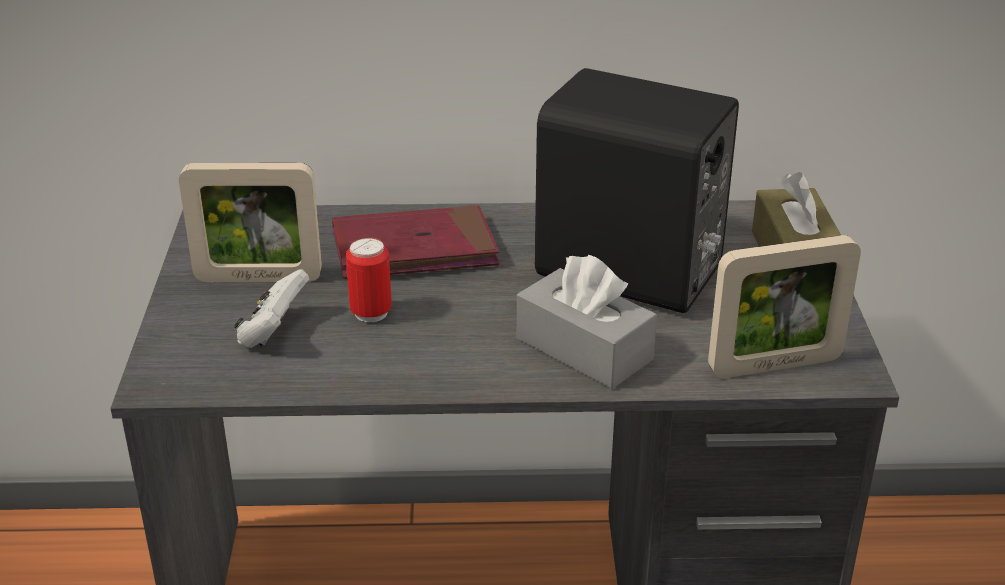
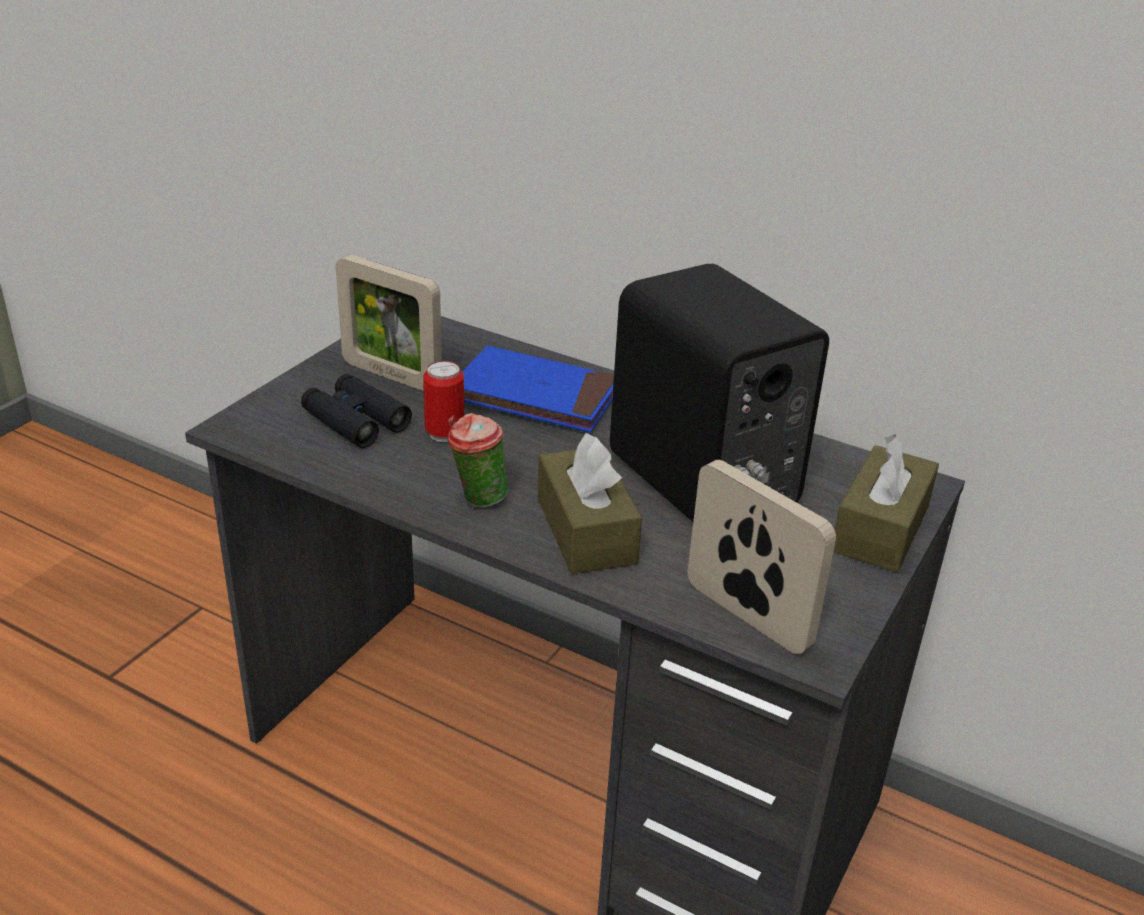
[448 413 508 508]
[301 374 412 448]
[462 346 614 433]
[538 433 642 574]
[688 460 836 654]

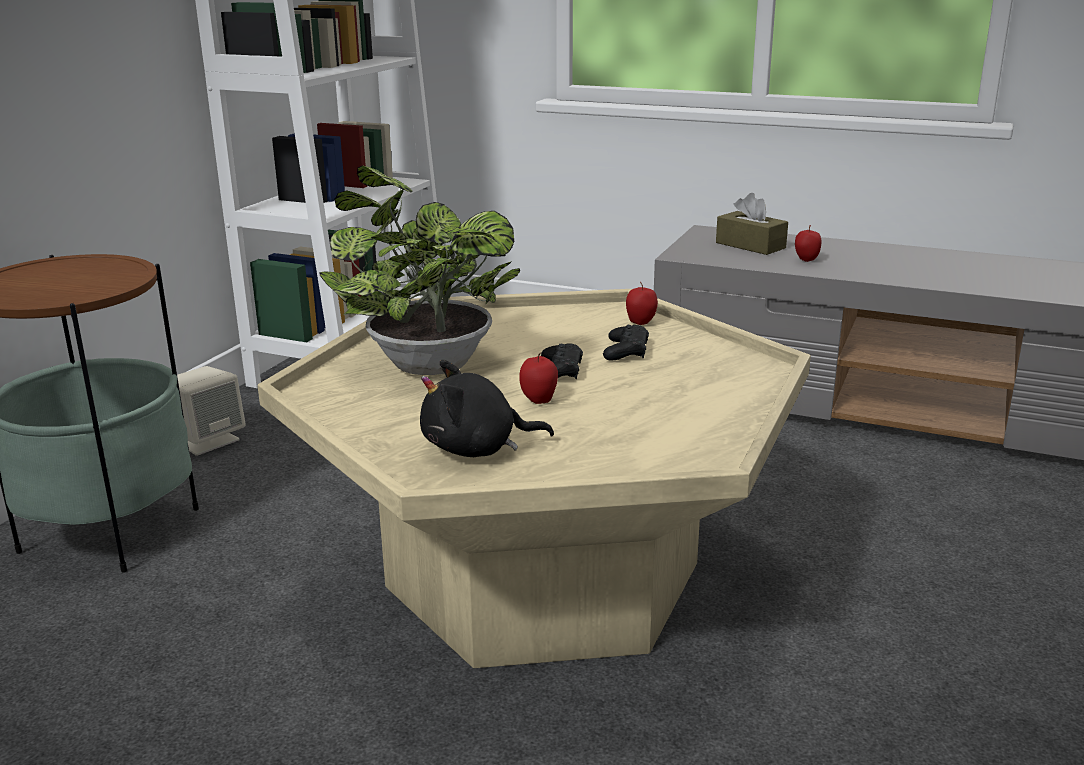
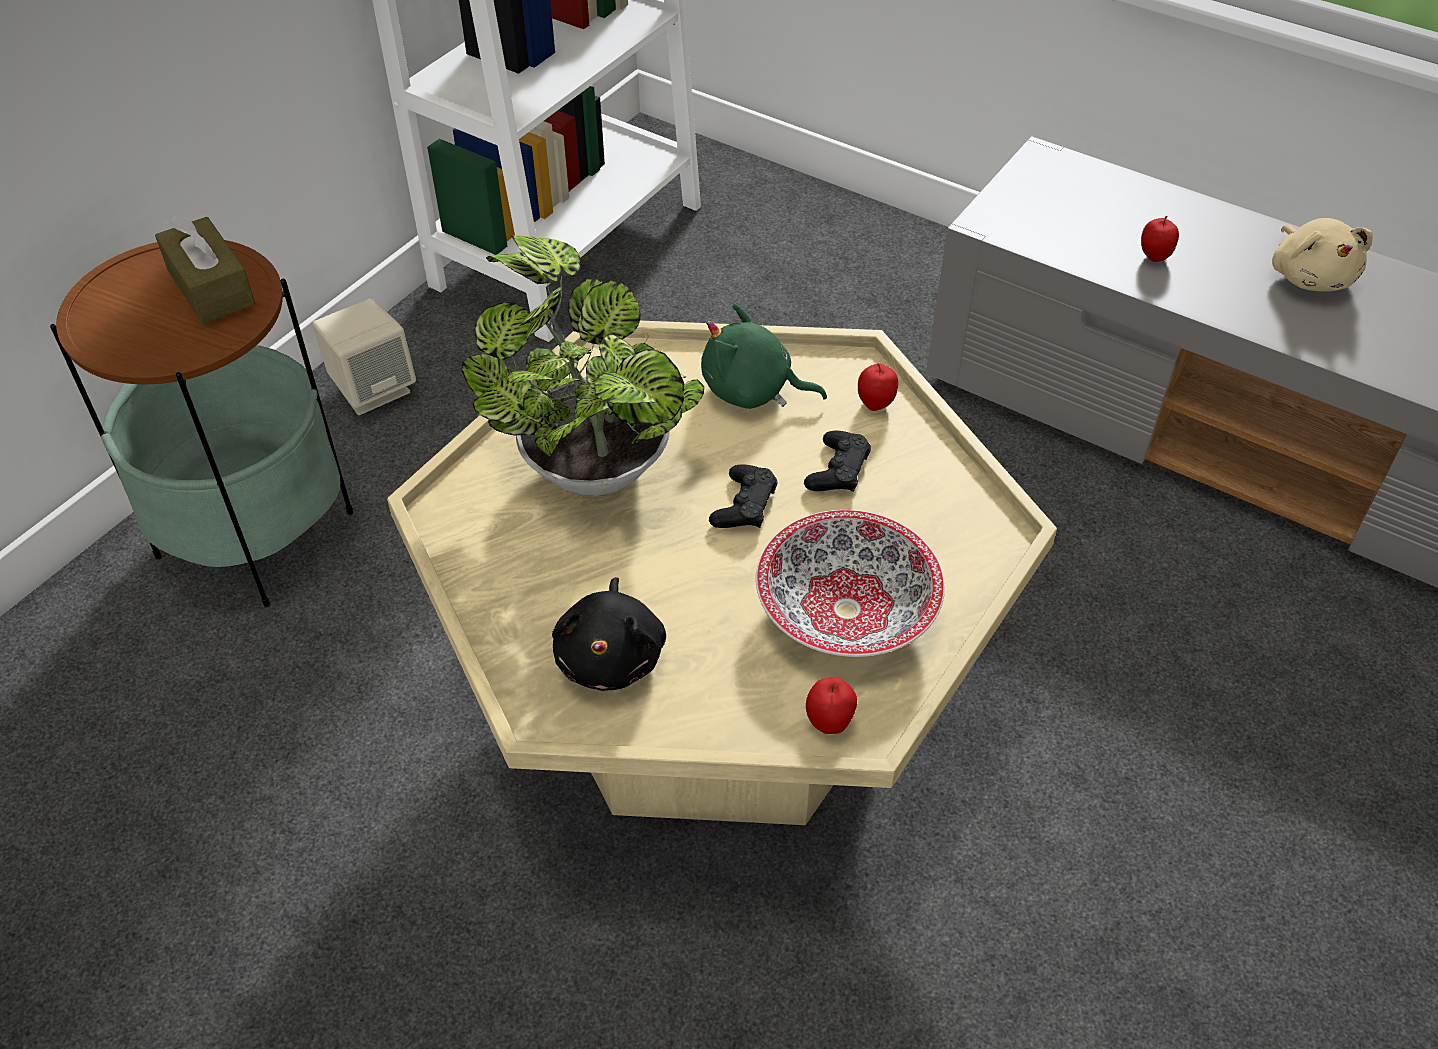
[701 304 827 409]
[756 510 945 657]
[1272 218 1373 292]
[806 678 857 734]
[155 215 255 324]
[552 577 666 691]

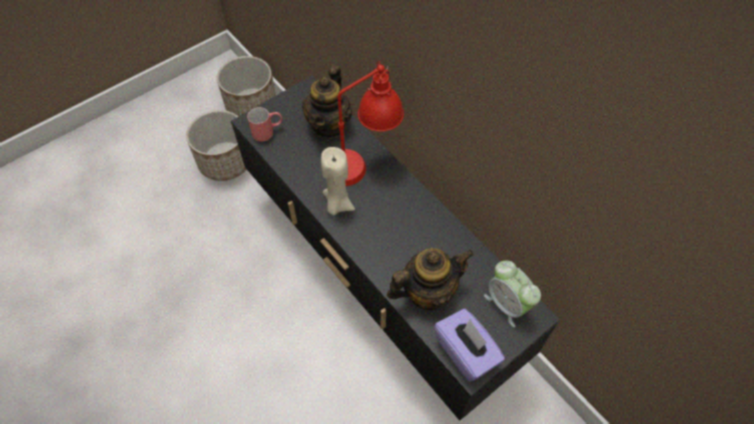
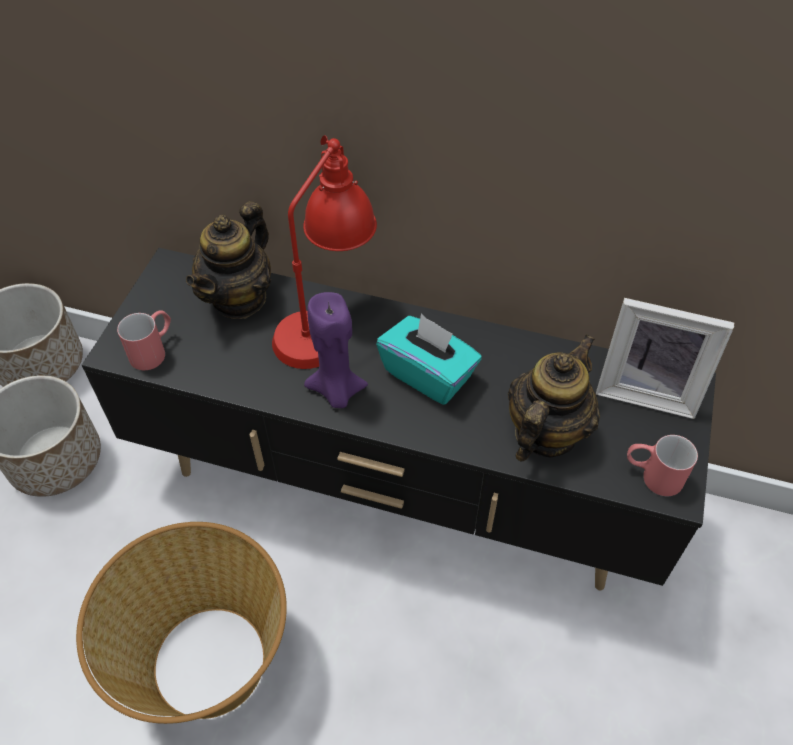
[76 522 287 724]
[376 313 482 405]
[627 435 698 496]
[596 298 734 419]
[304 292 368 408]
[186 201 271 319]

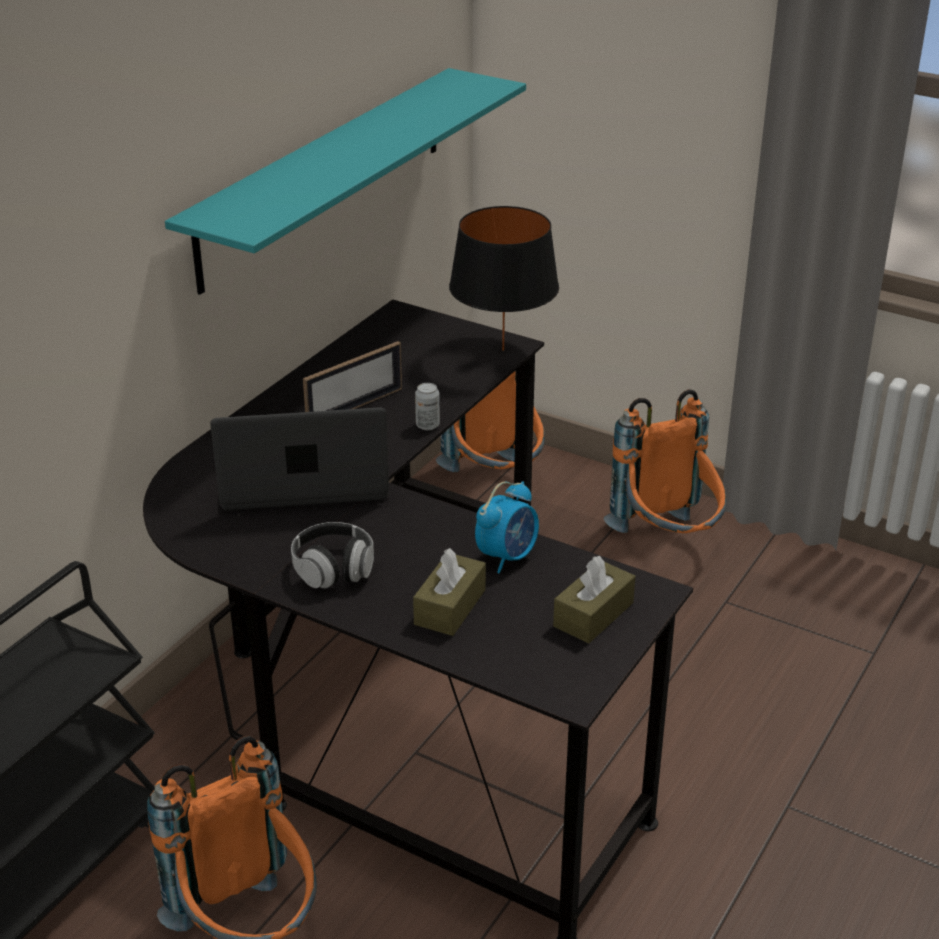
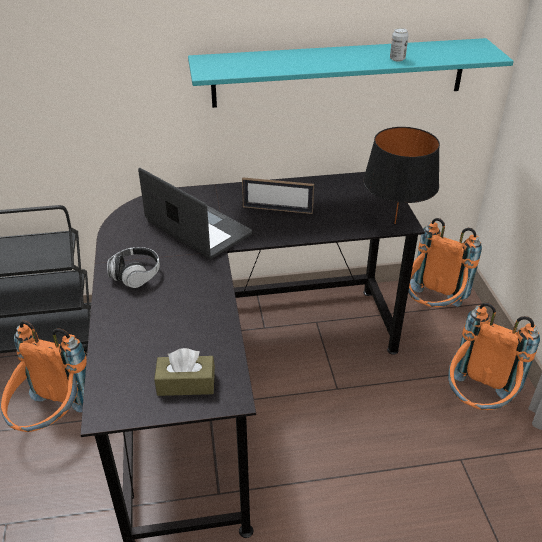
[413 548 486 636] (first image)
[475 481 539 574] (first image)
[390 28 408 61]

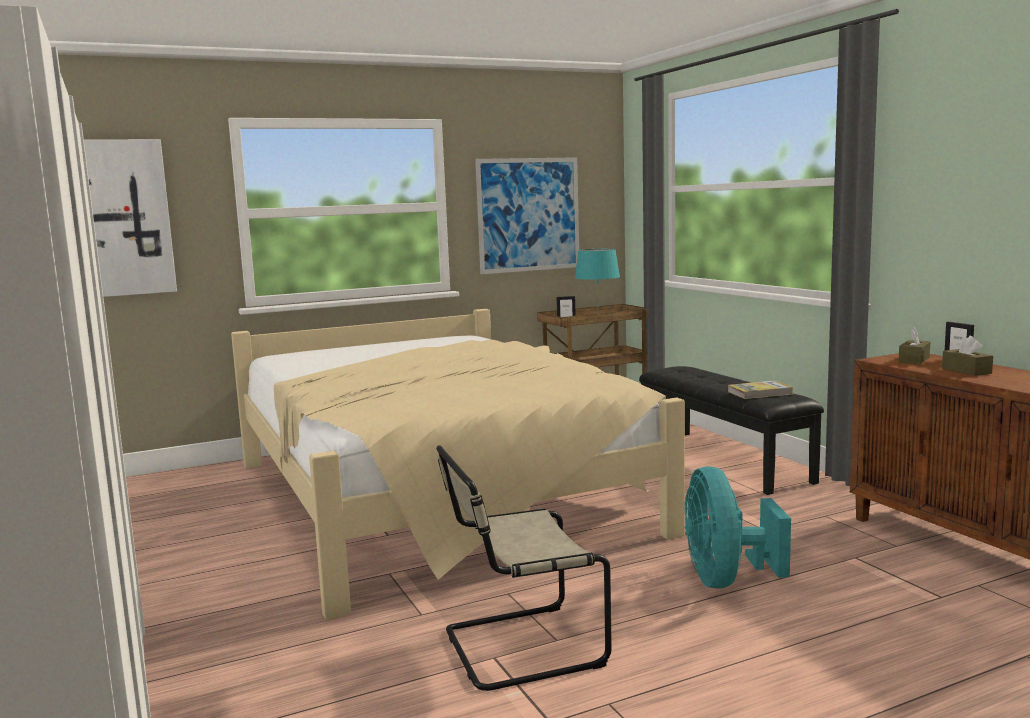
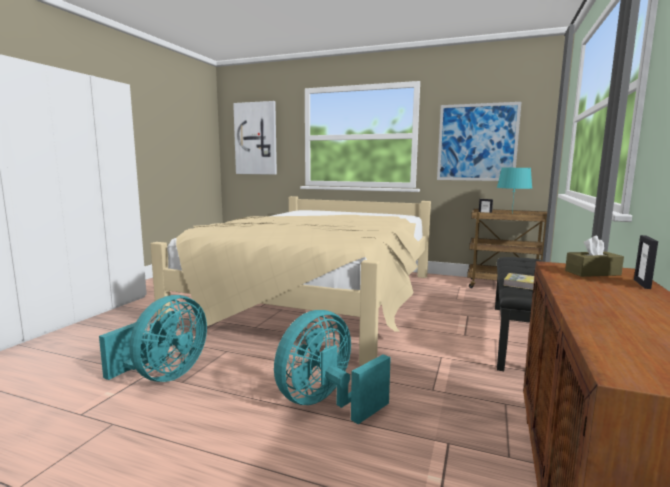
[942 336 993 376] (first image)
[99 295 207 382]

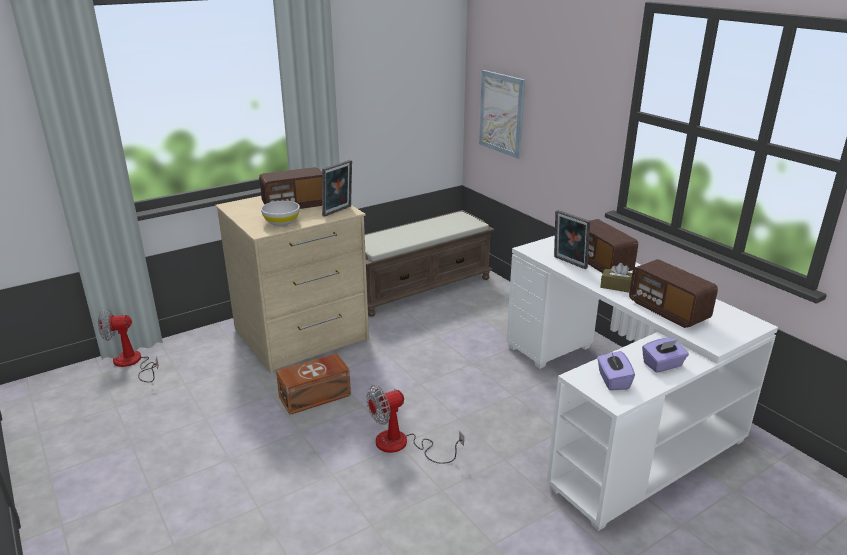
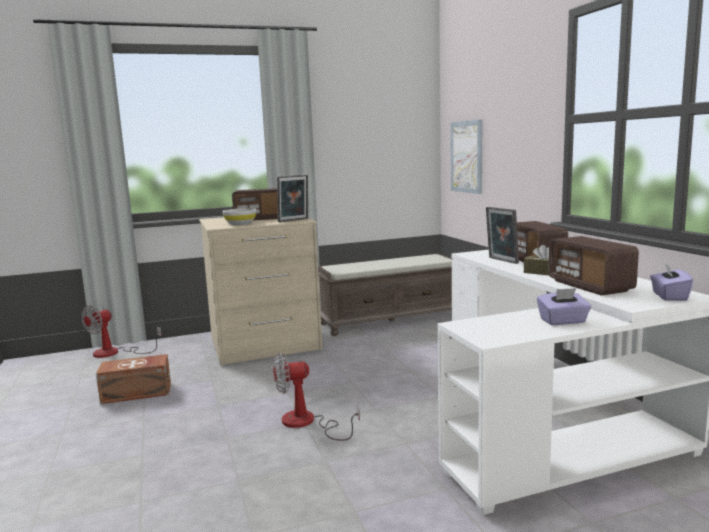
[96 354 171 404]
[650 263 693 301]
[81 305 162 358]

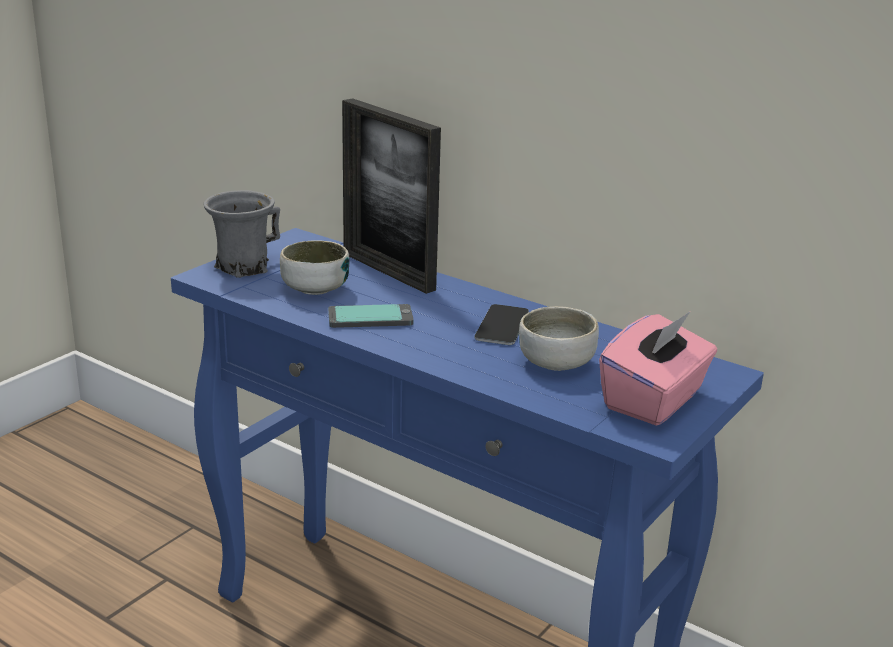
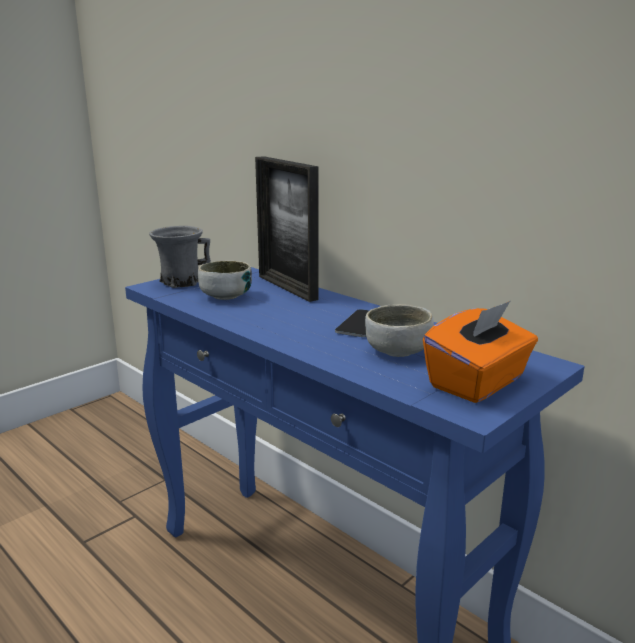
[328 304 414 328] (first image)
[423 301 538 403]

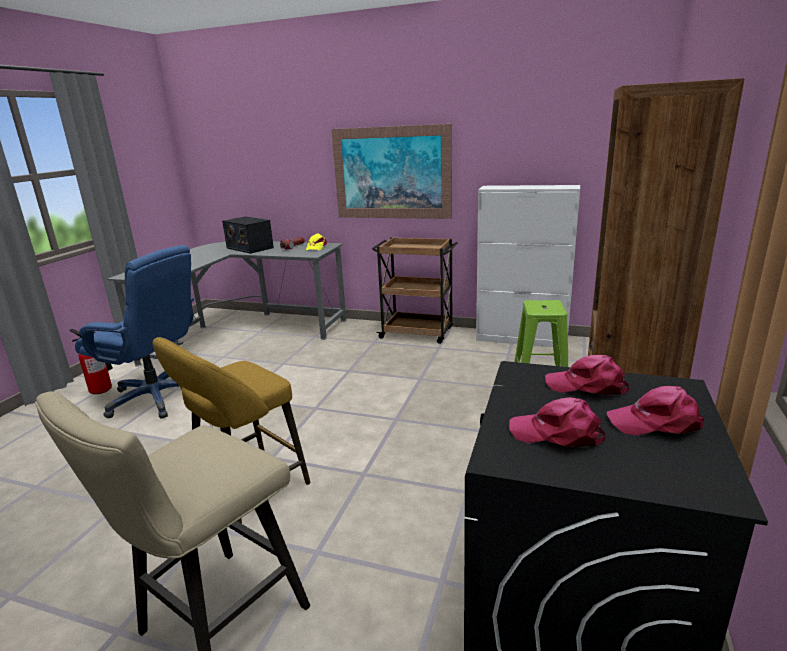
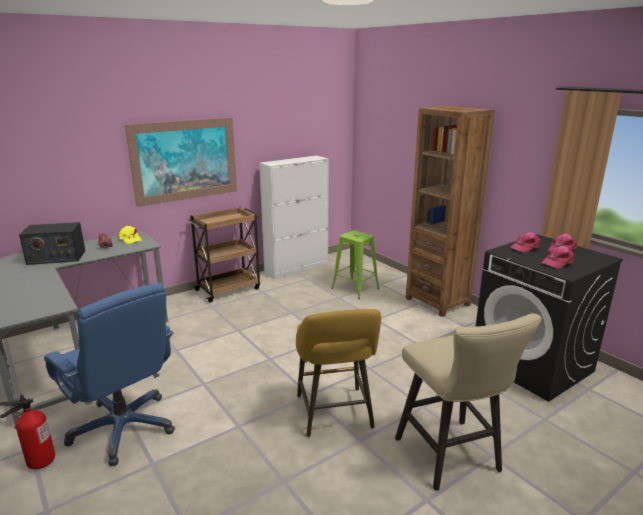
[44 283 175 466]

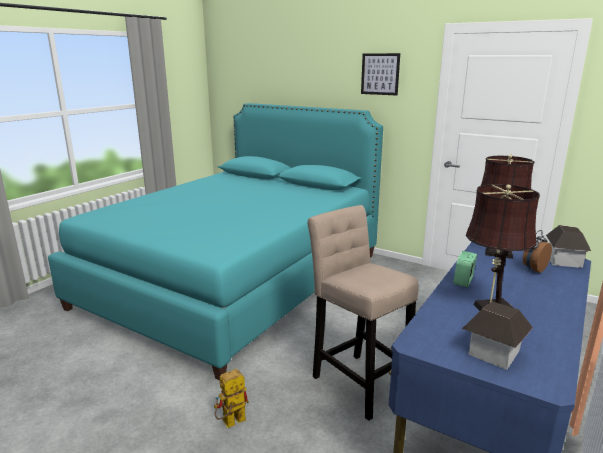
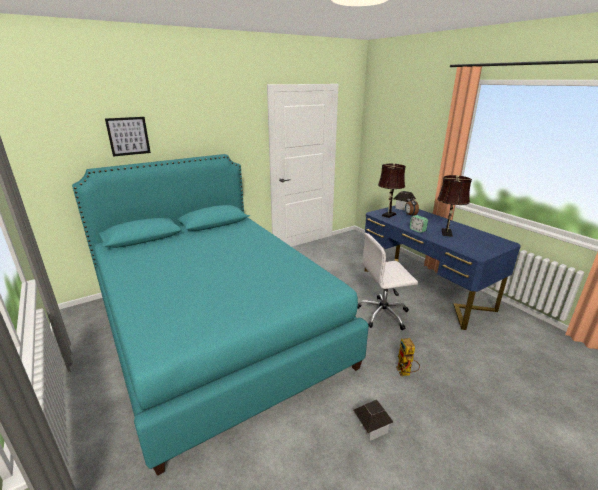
[105 117 151 157]
[354 400 393 441]
[357 233 418 330]

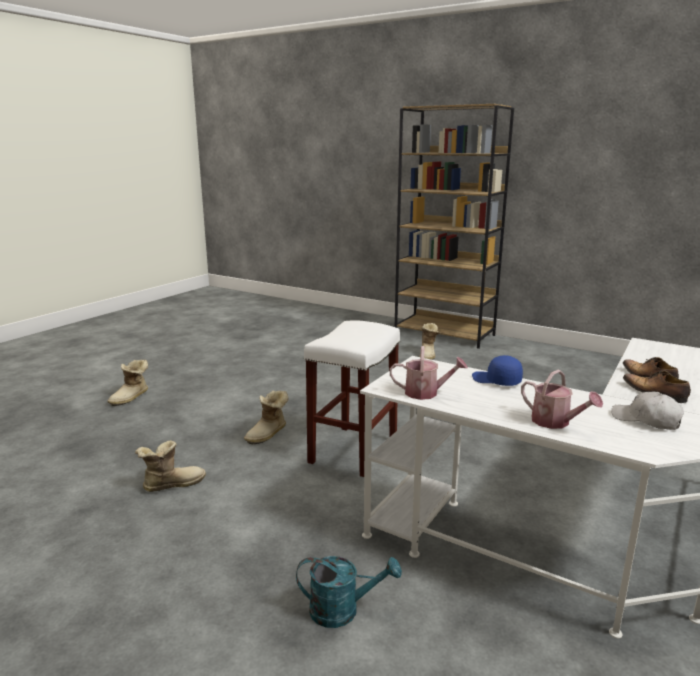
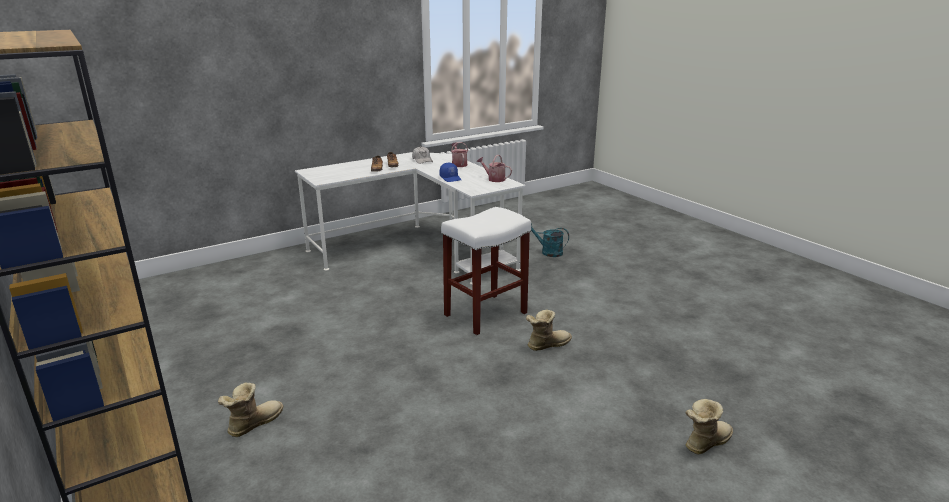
[135 440 206 492] (first image)

